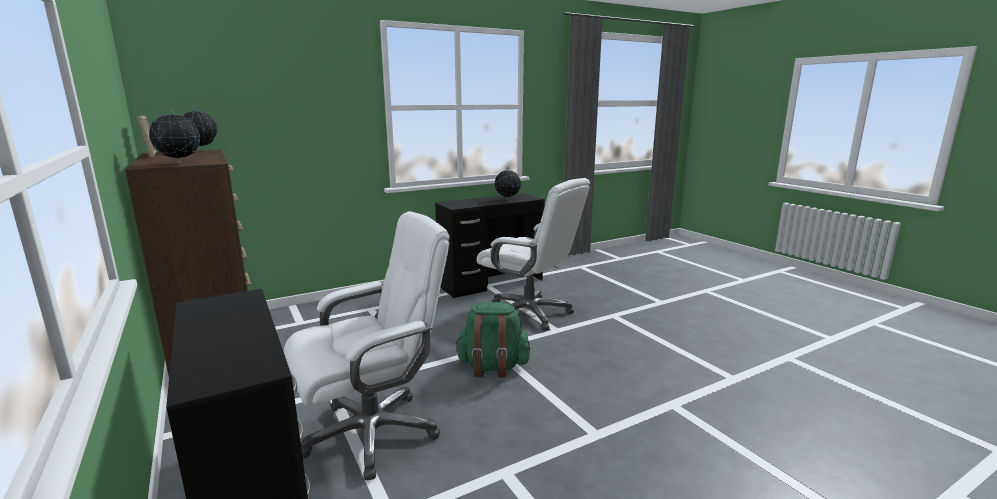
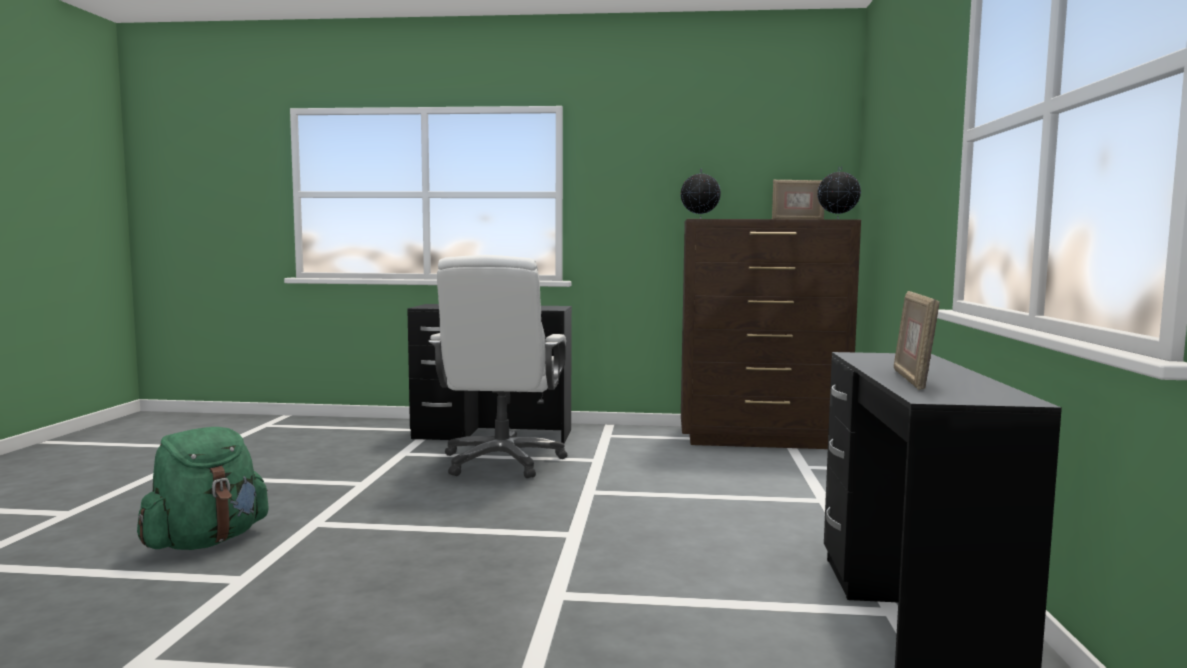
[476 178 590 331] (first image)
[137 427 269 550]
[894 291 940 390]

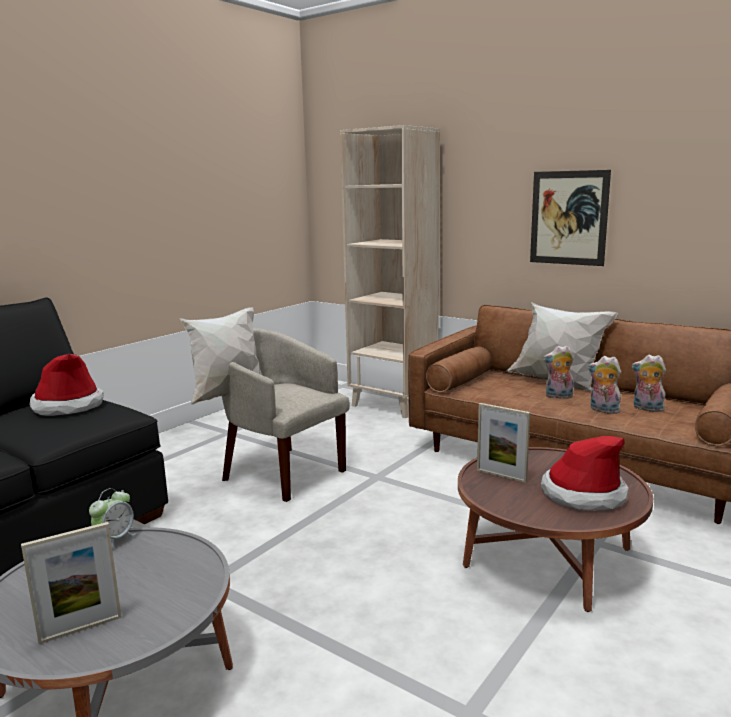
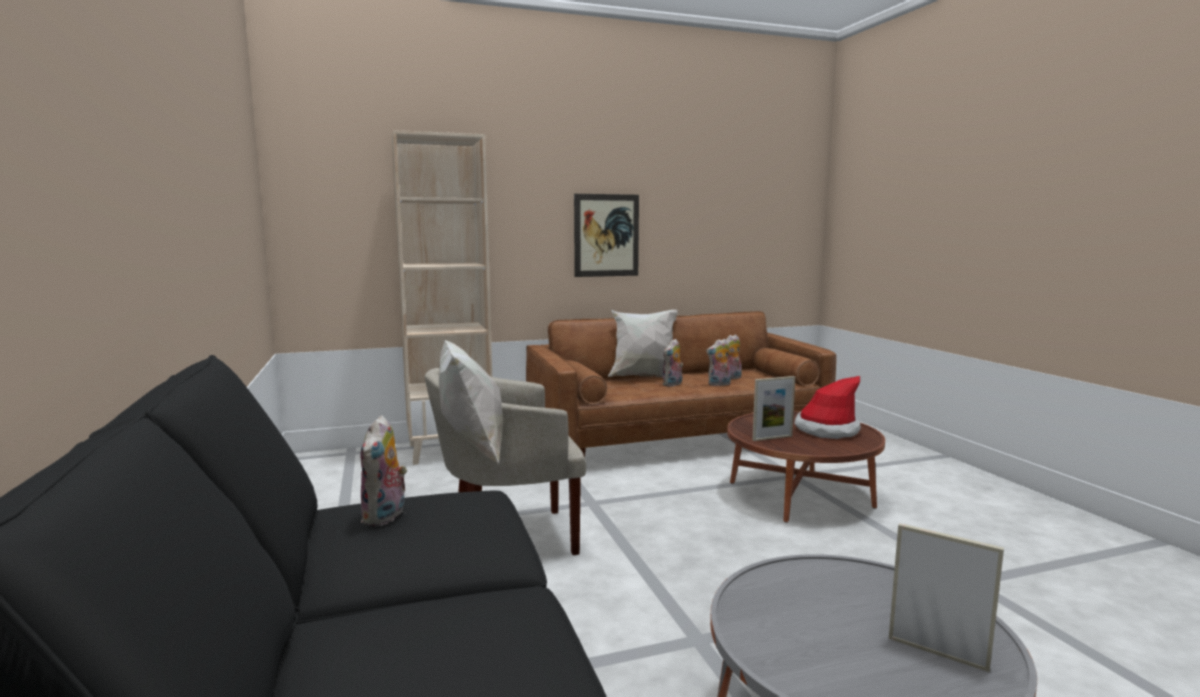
[89 488 137 548] (first image)
[361 415 407 526]
[889 523 1004 672]

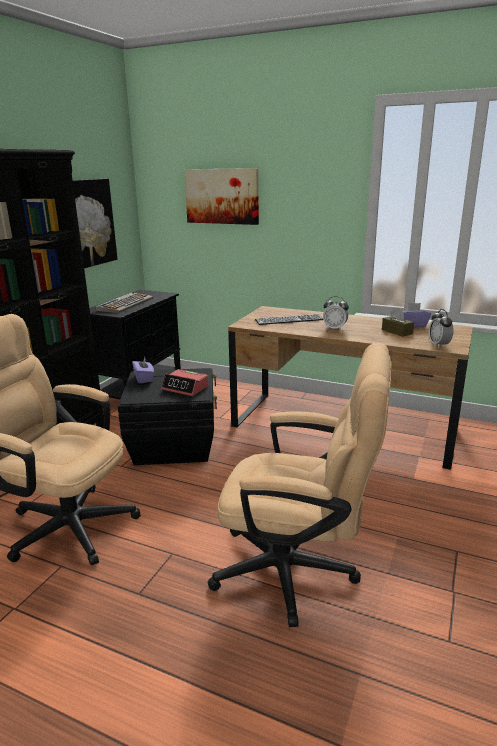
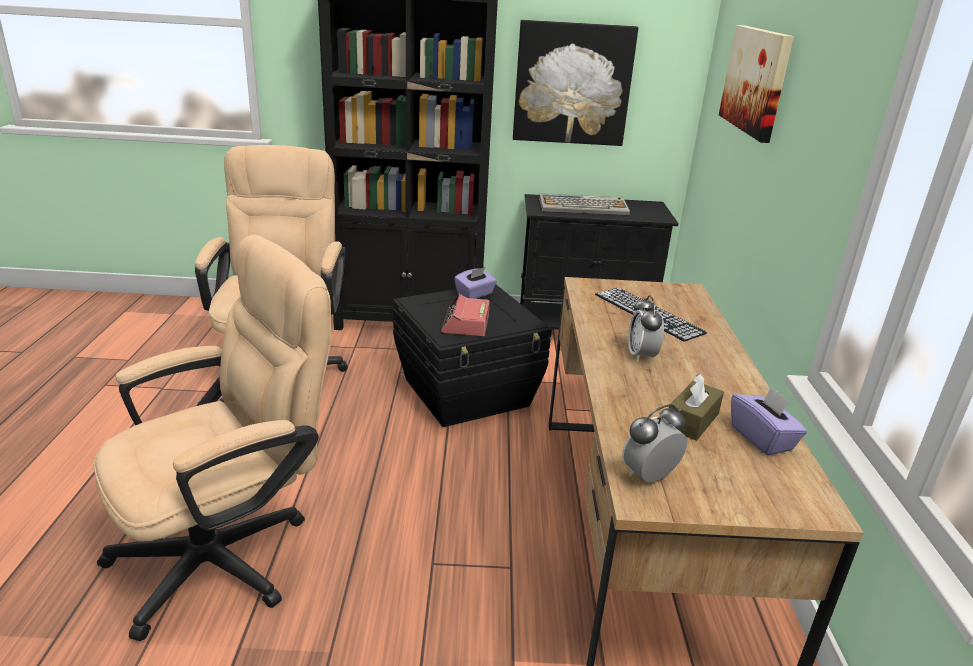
[94 235 331 641]

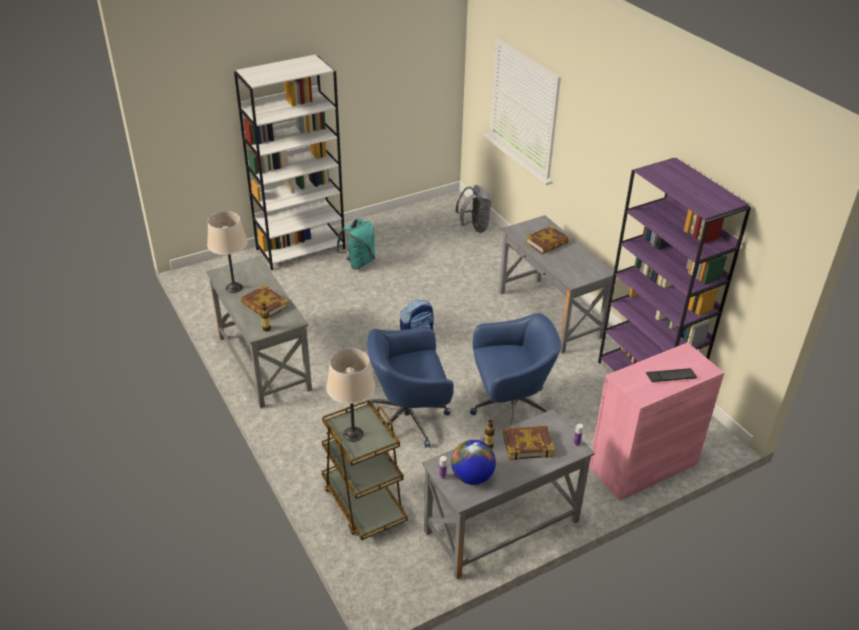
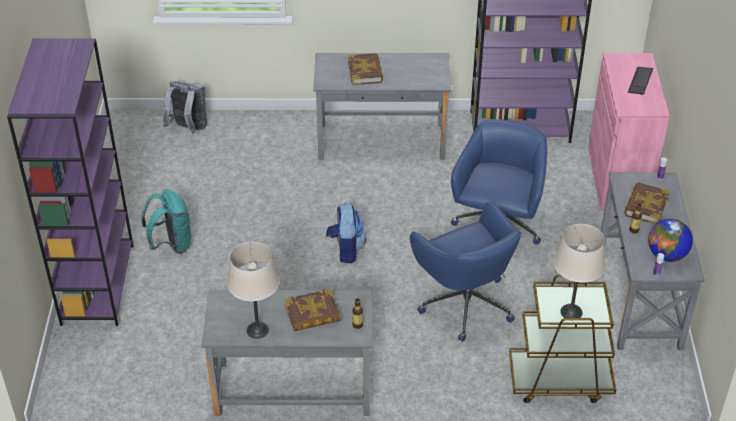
[7 38 133 326]
[410 202 521 342]

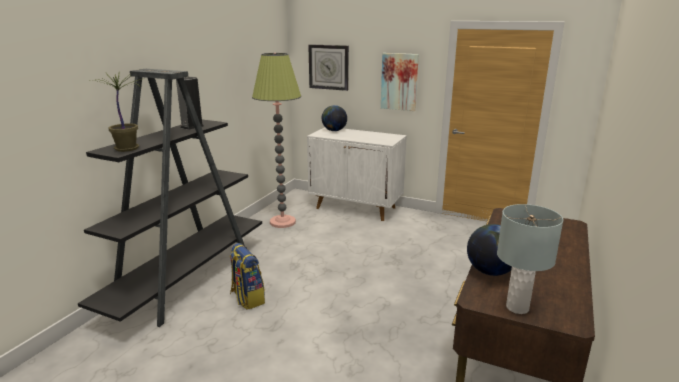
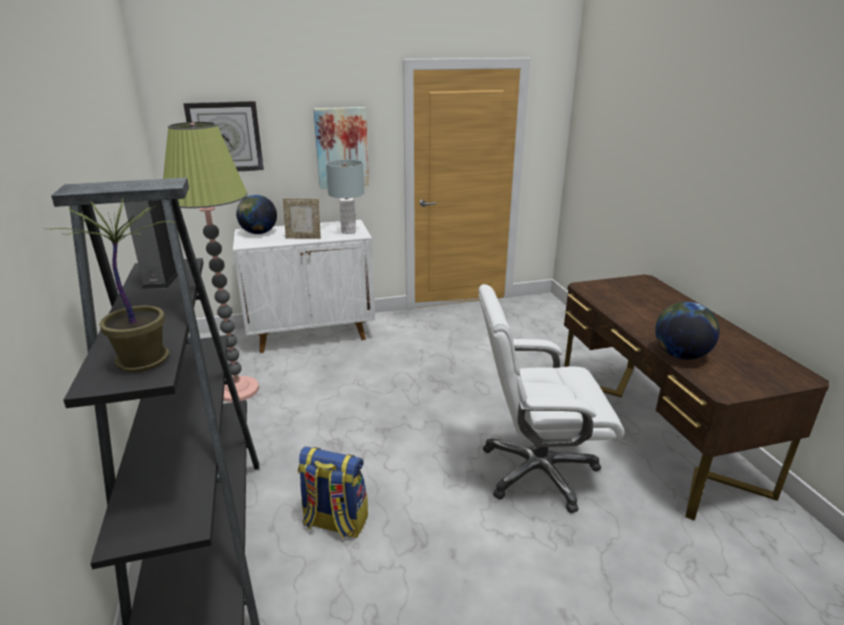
[283 199 321 239]
[478 284 625 513]
[326 159 364 234]

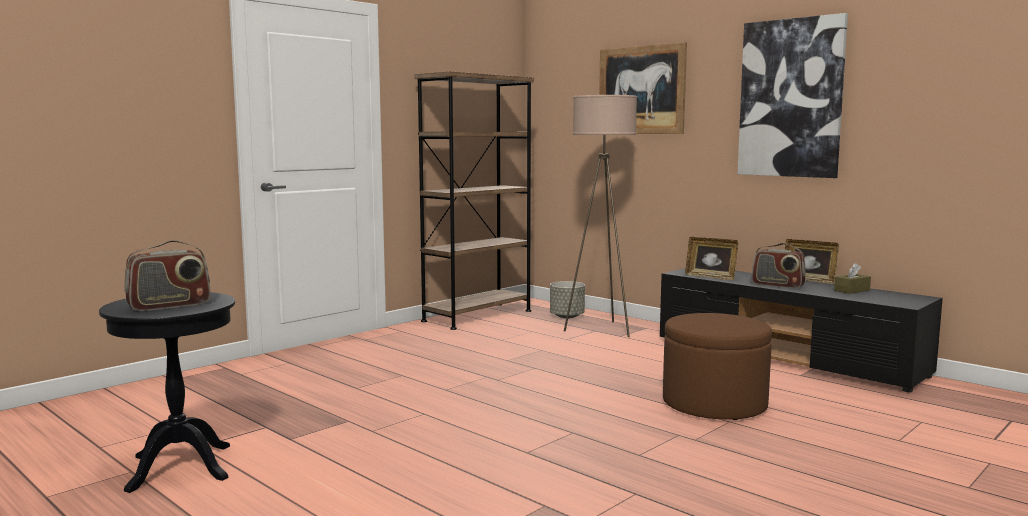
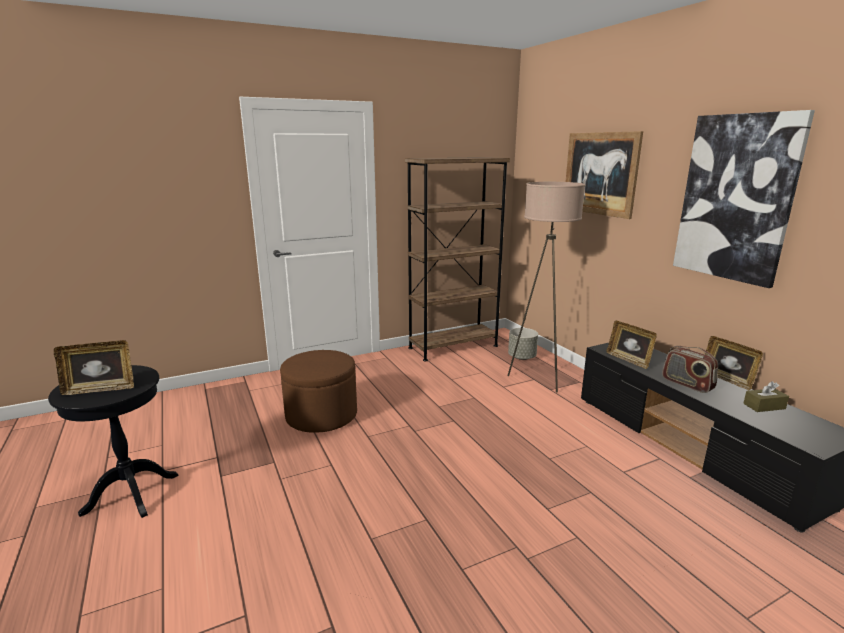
[280 350 357 433]
[54 340 134 395]

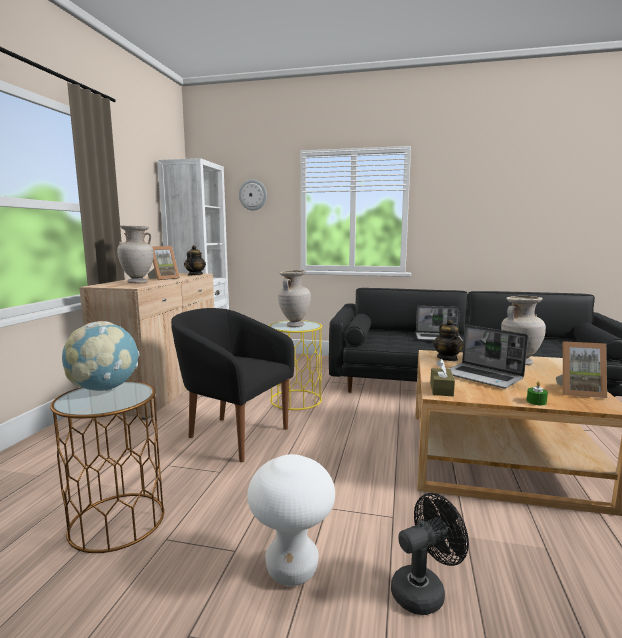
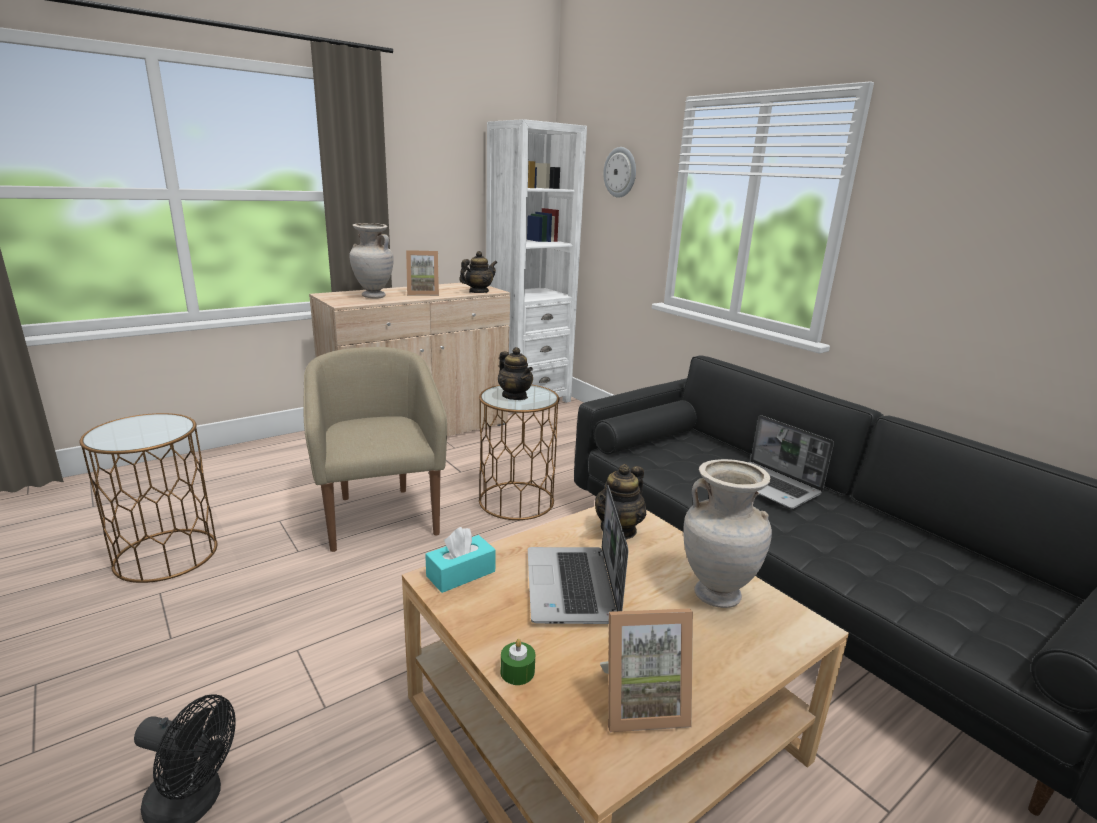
[62 321 139 391] (first image)
[247 454 335 586] (first image)
[498 347 533 400]
[304 347 447 552]
[479 385 559 520]
[425 527 496 593]
[600 608 693 732]

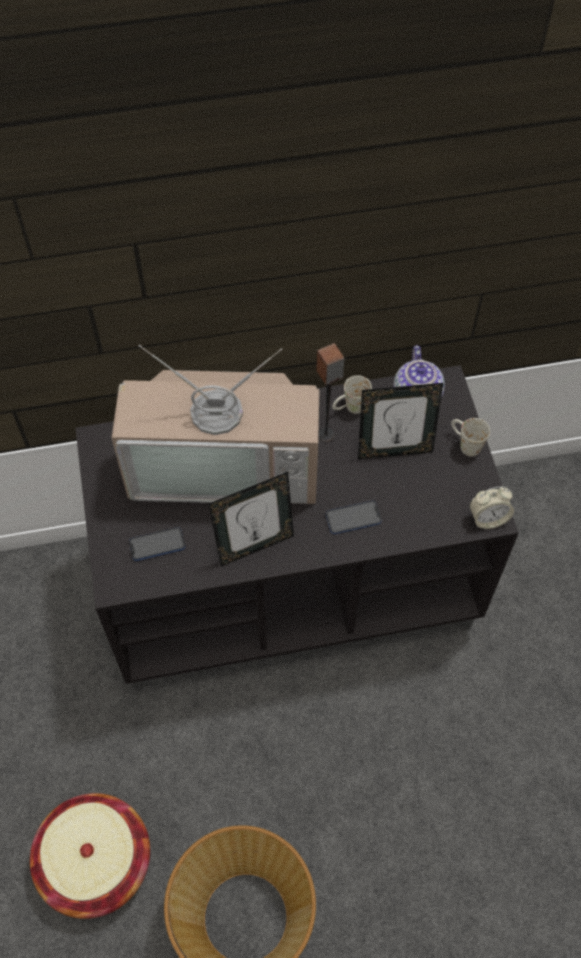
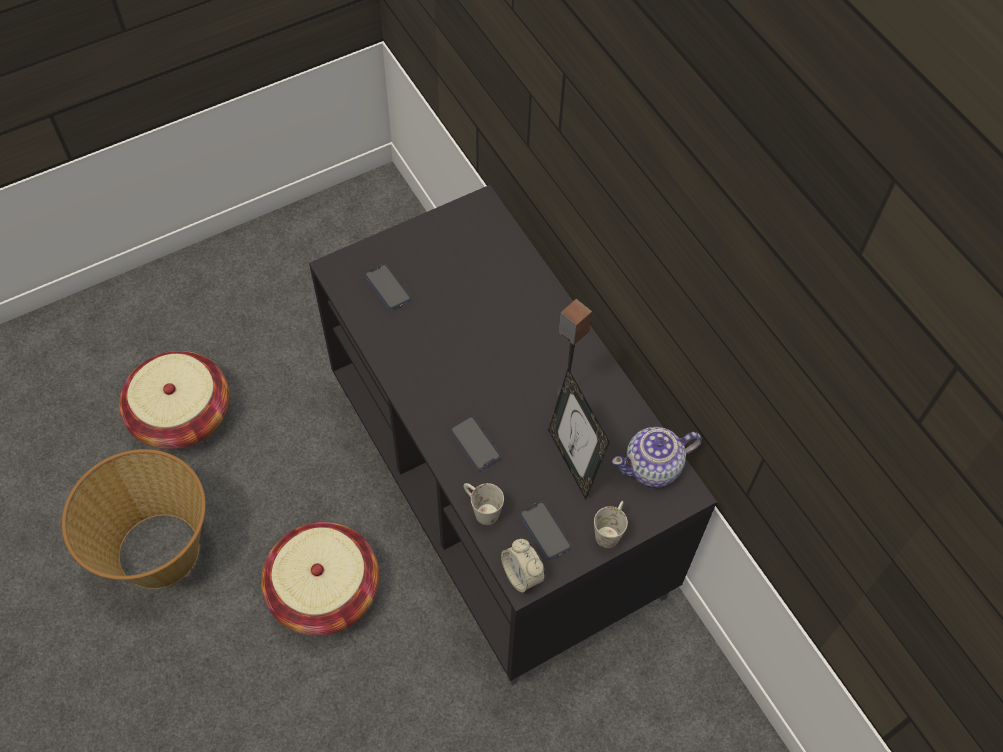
[111 345 320 504] (first image)
[209 472 294 567] (first image)
[261 522 379 636]
[520 501 571 560]
[463 483 504 525]

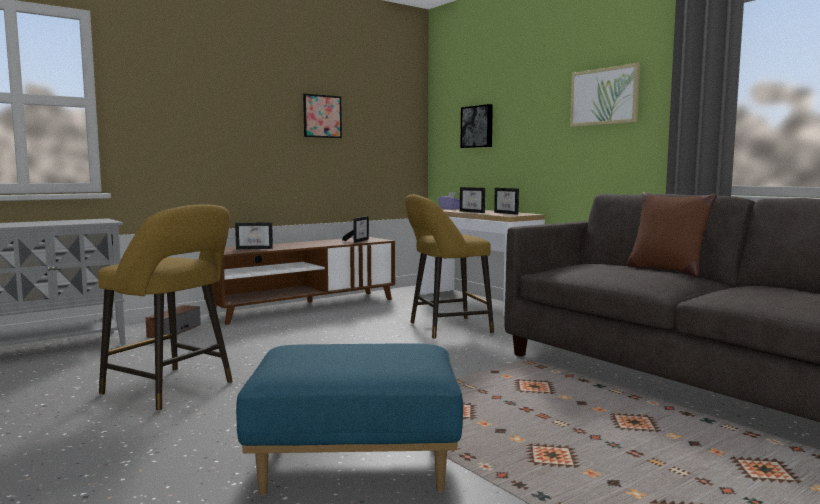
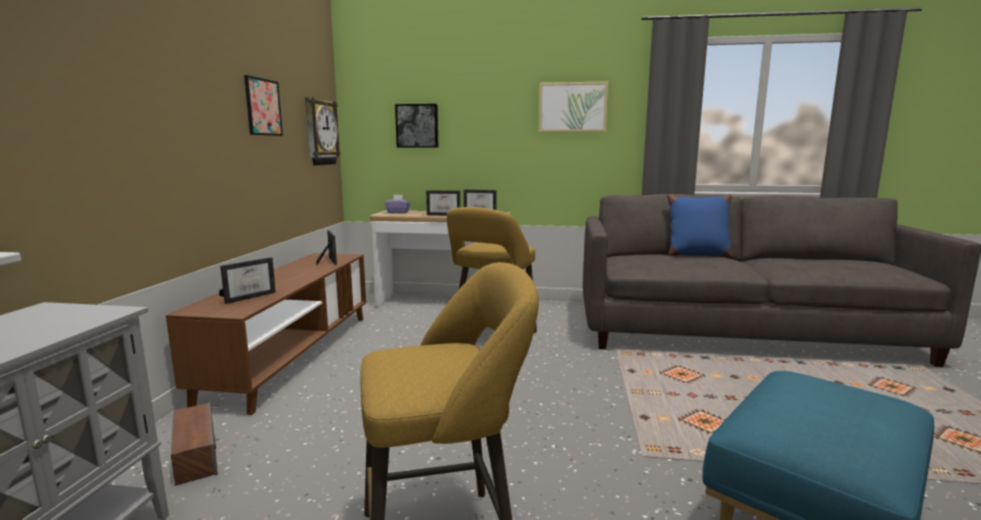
[305 97 341 166]
[667 194 733 258]

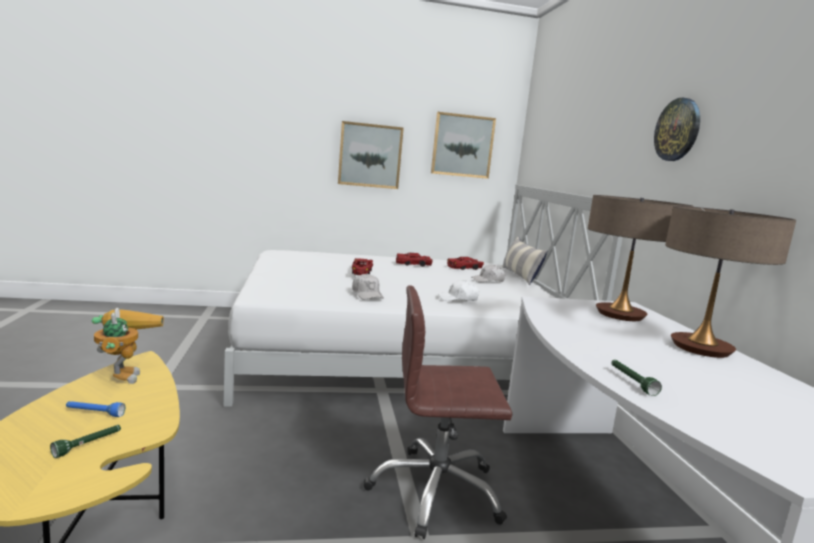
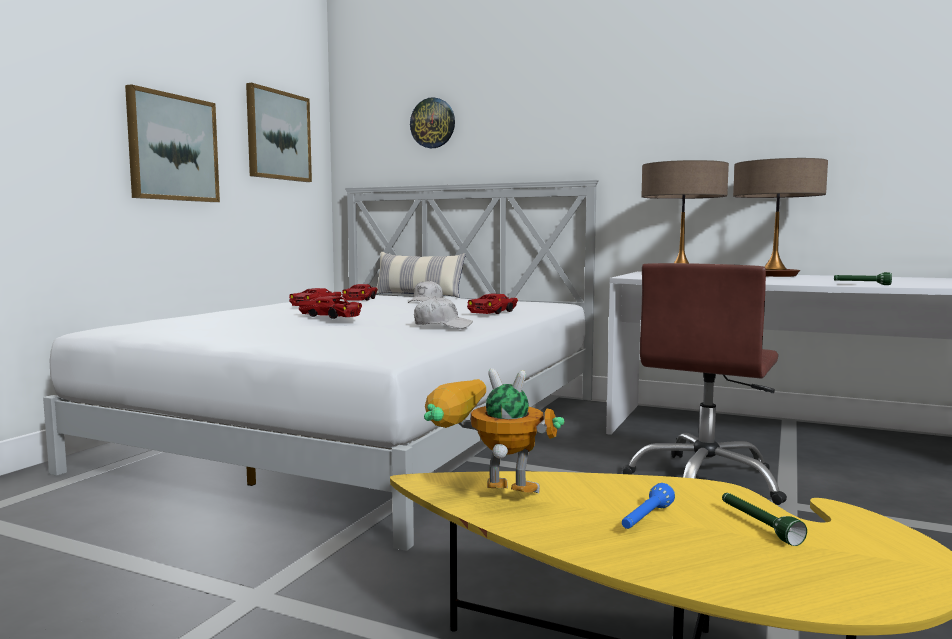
[410 97 455 148]
[467 293 518 314]

